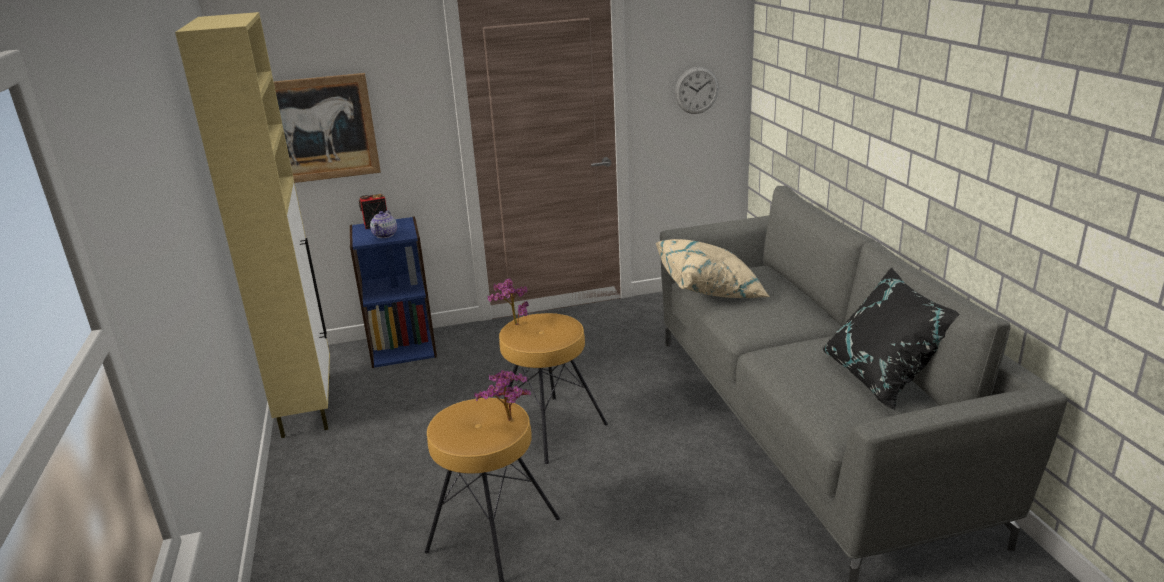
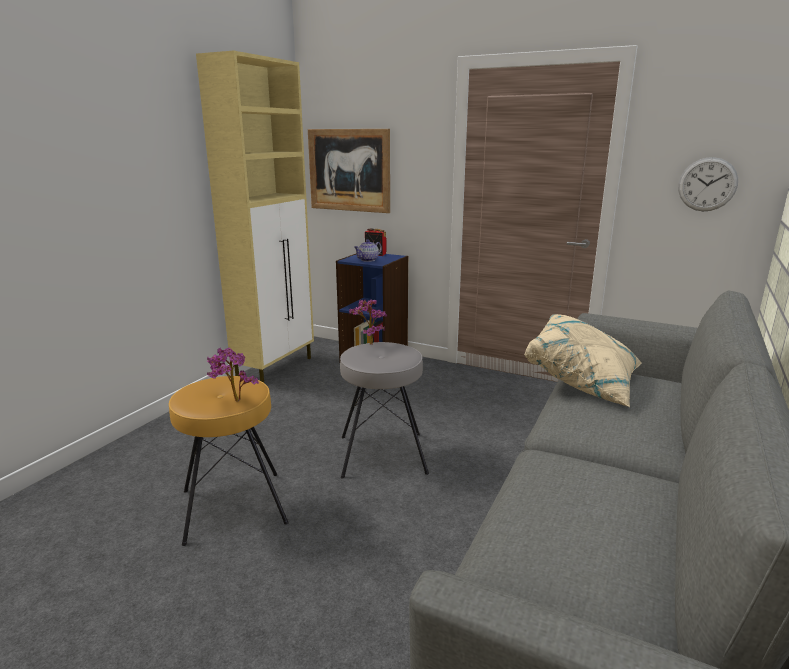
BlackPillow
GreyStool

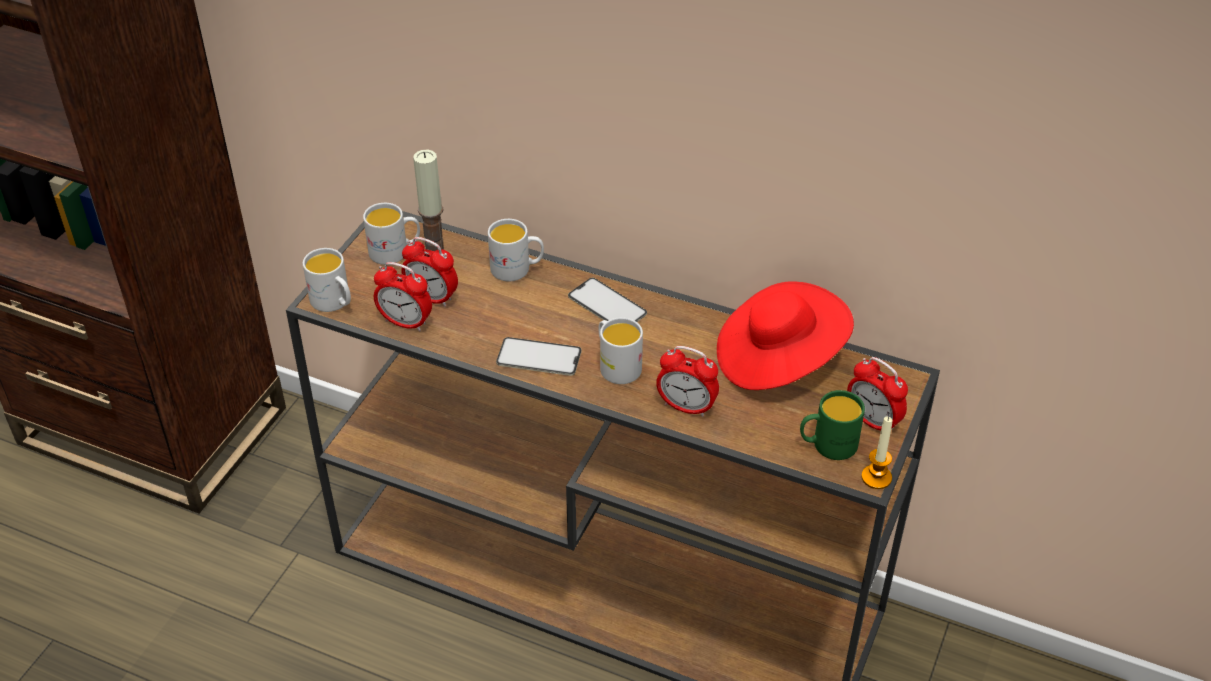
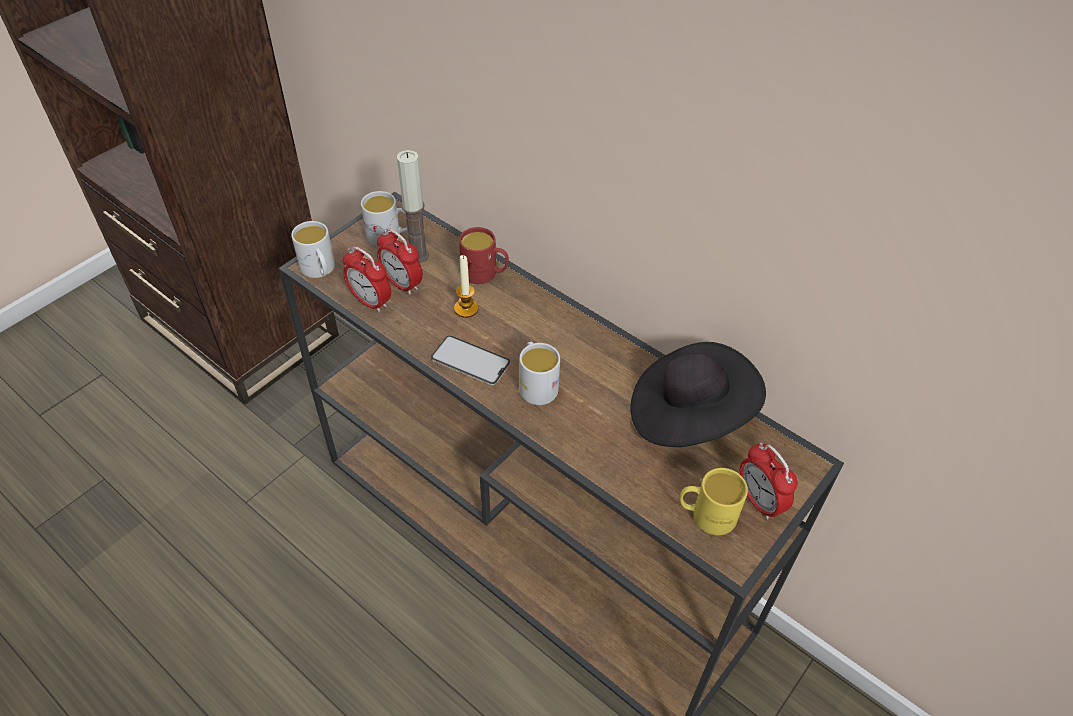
RedMug
Phone (no. 2 from left in the first image)
BlackHat
AlarmClock (no. 3 from left in the first image)
YellowMug
Candle (no. 2 from left)

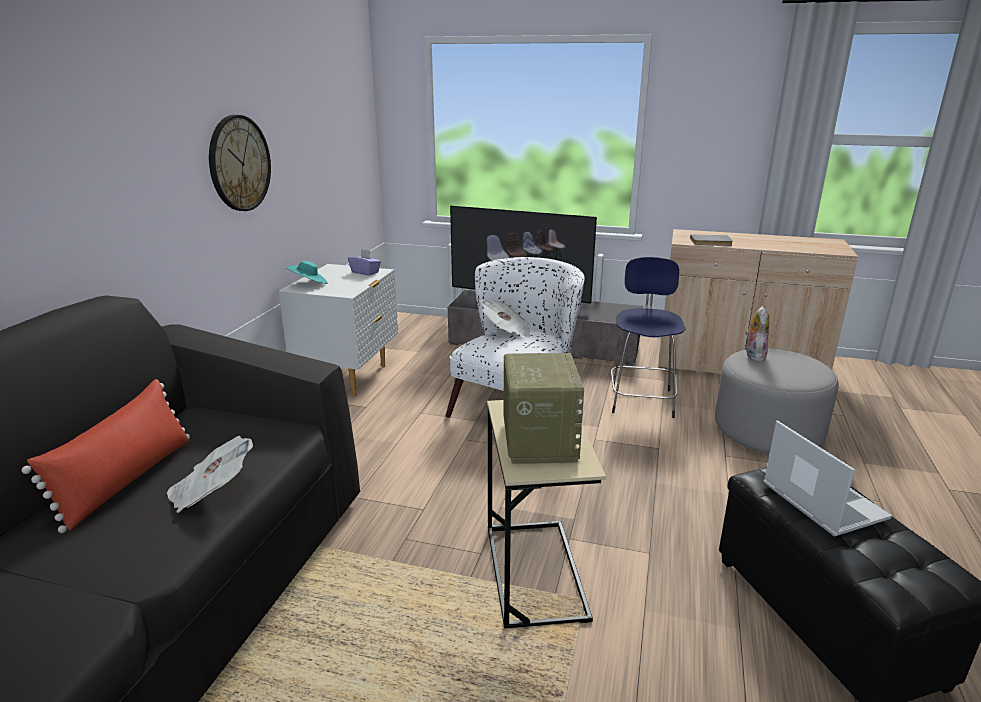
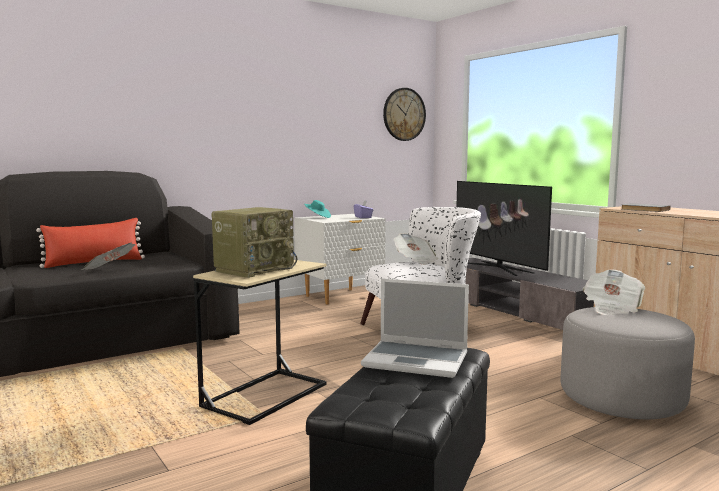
WallClock
BlueStool
Newspaper (no. 3 from left)
Laptop

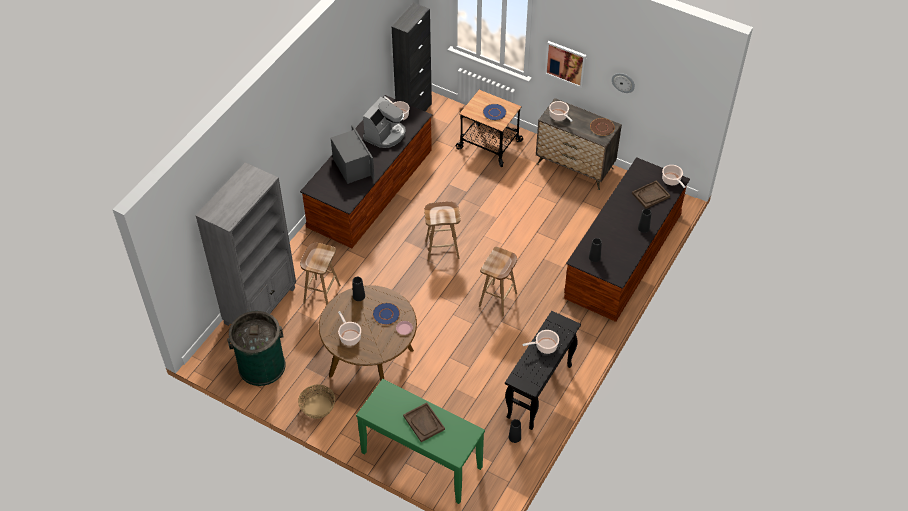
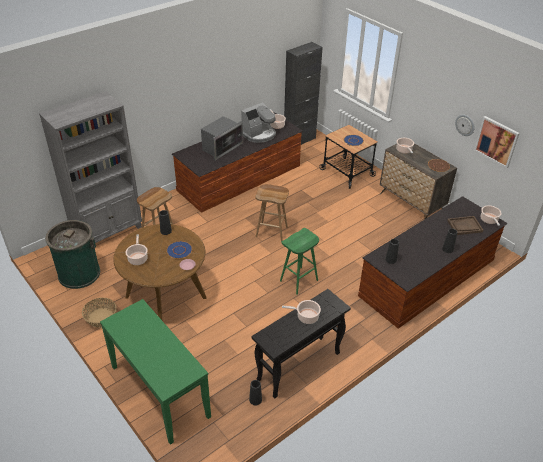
Picture
Microwave
GreenStool
BrownTray (no. 1 from left in the first image)

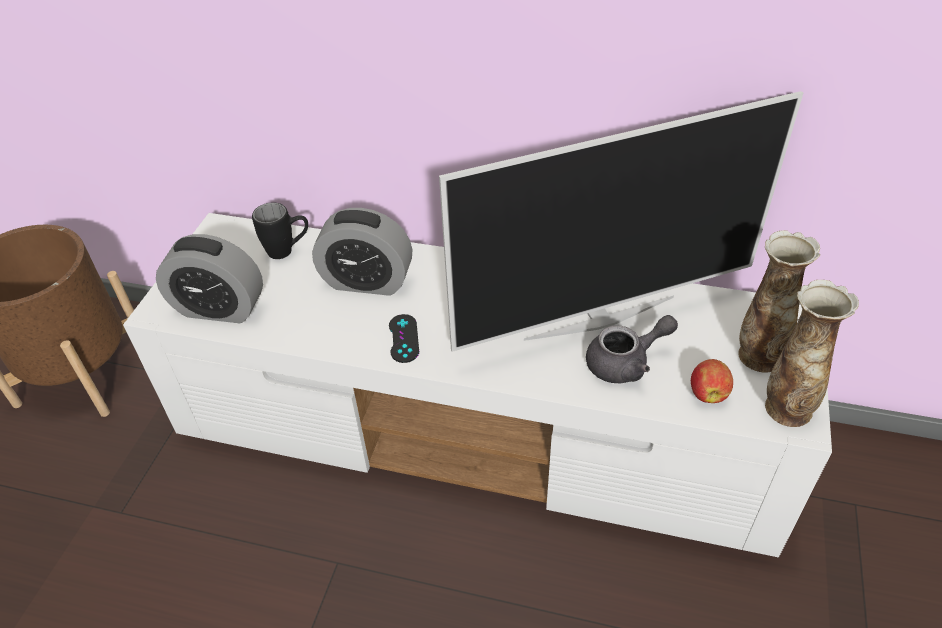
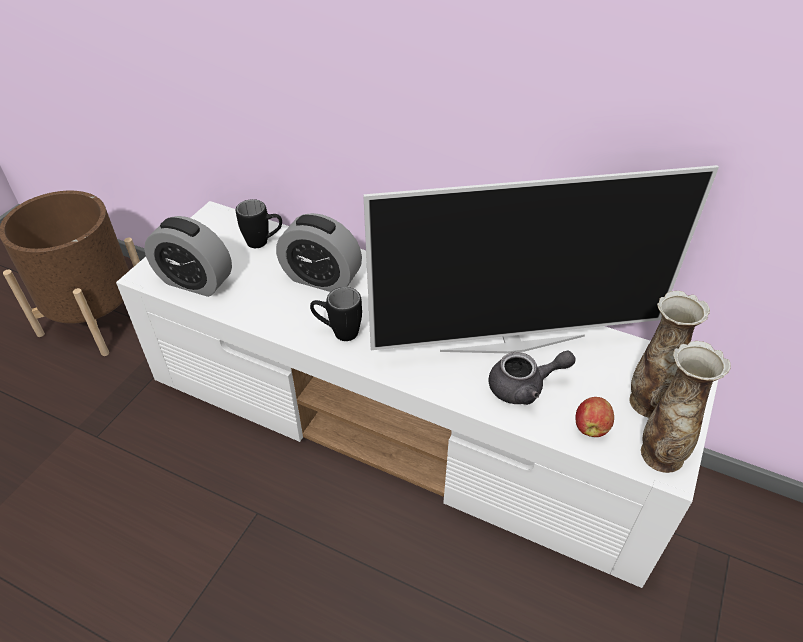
BlackMug (no. 2 from left)

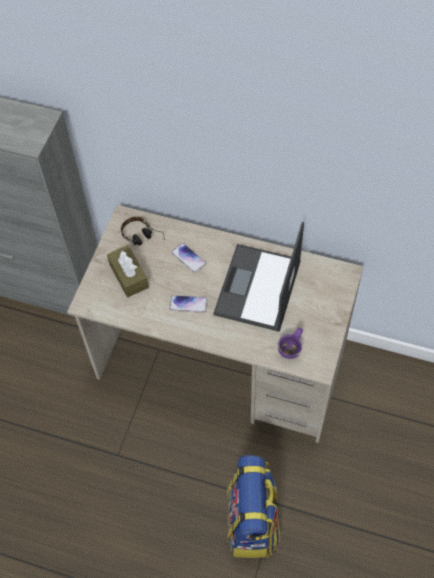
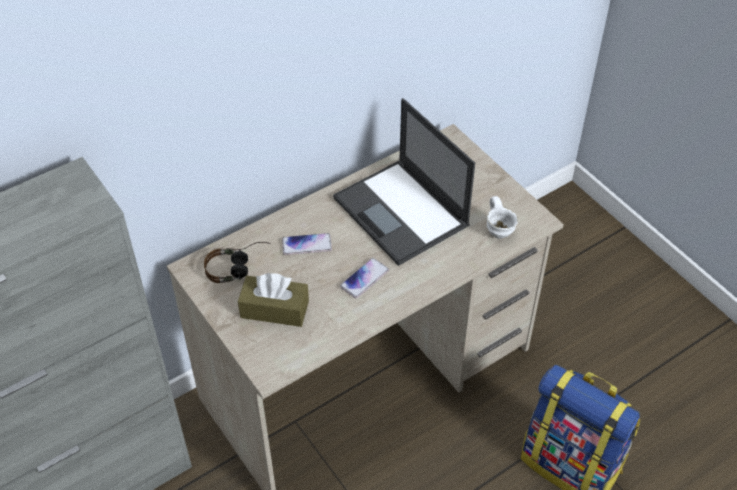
WhiteMug

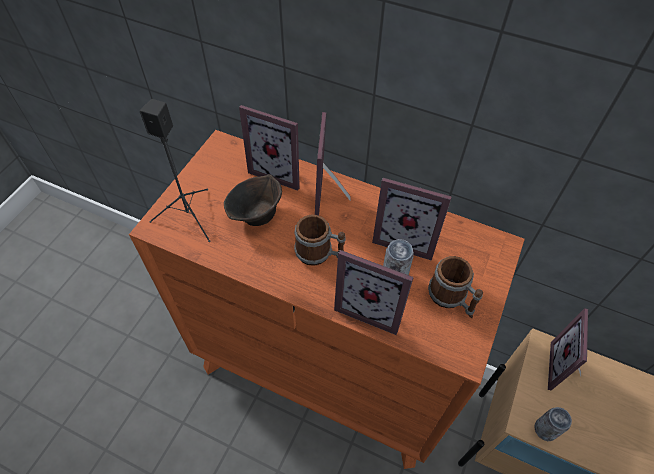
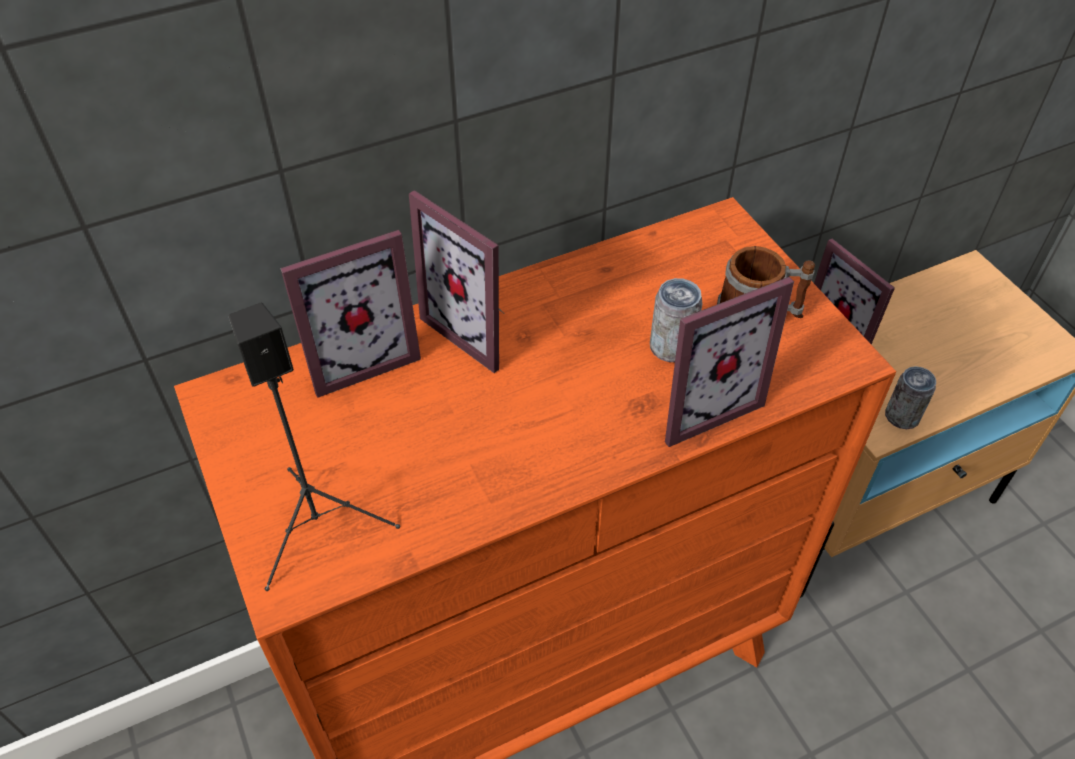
BrownBowl
PictureFrame (no. 4 from left in the first image)
Mug (no. 1 from left in the first image)

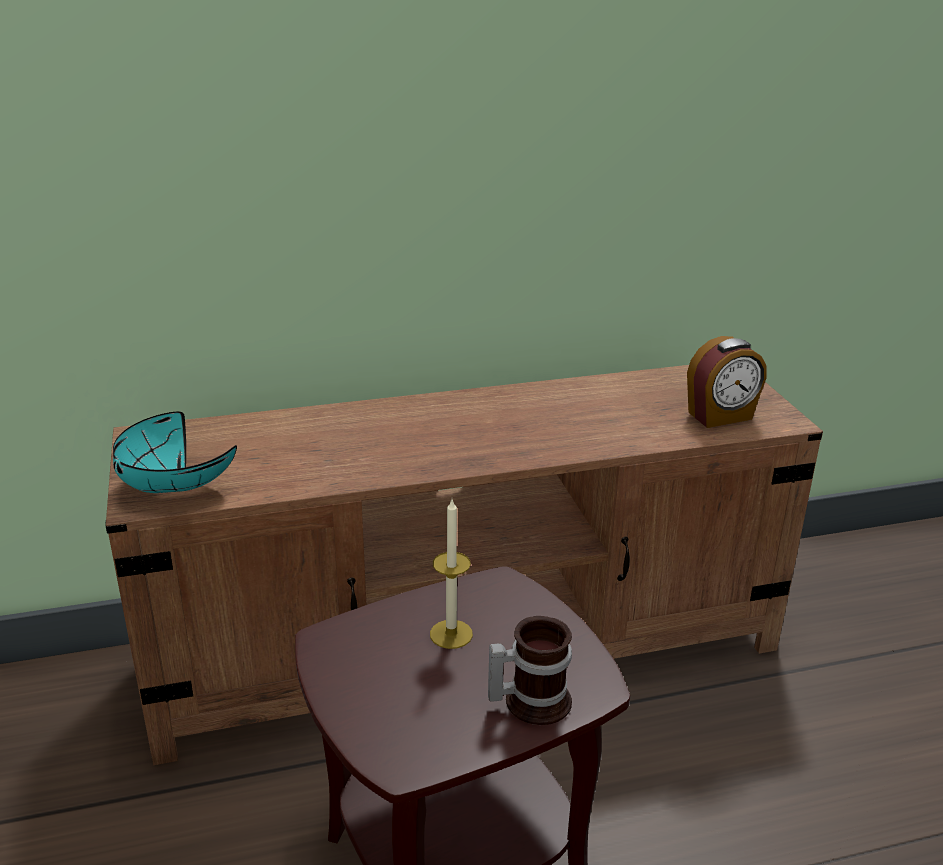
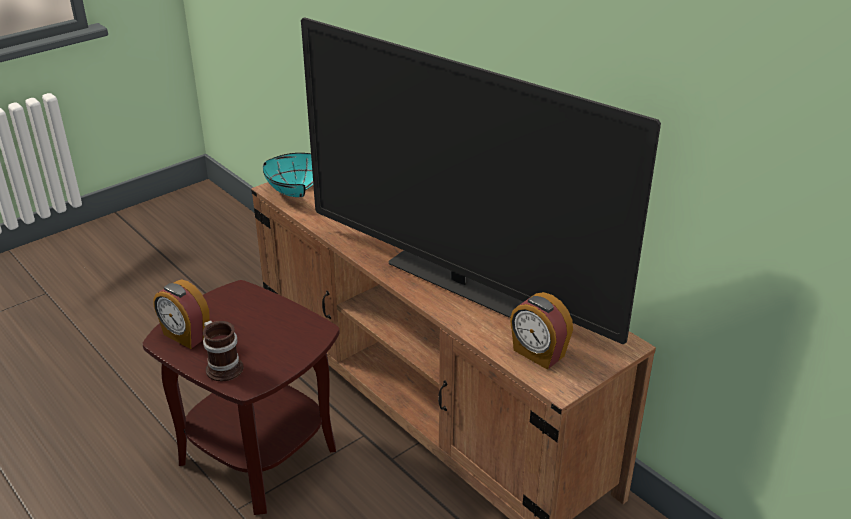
Candle
Television
AlarmClock (no. 1 from left)

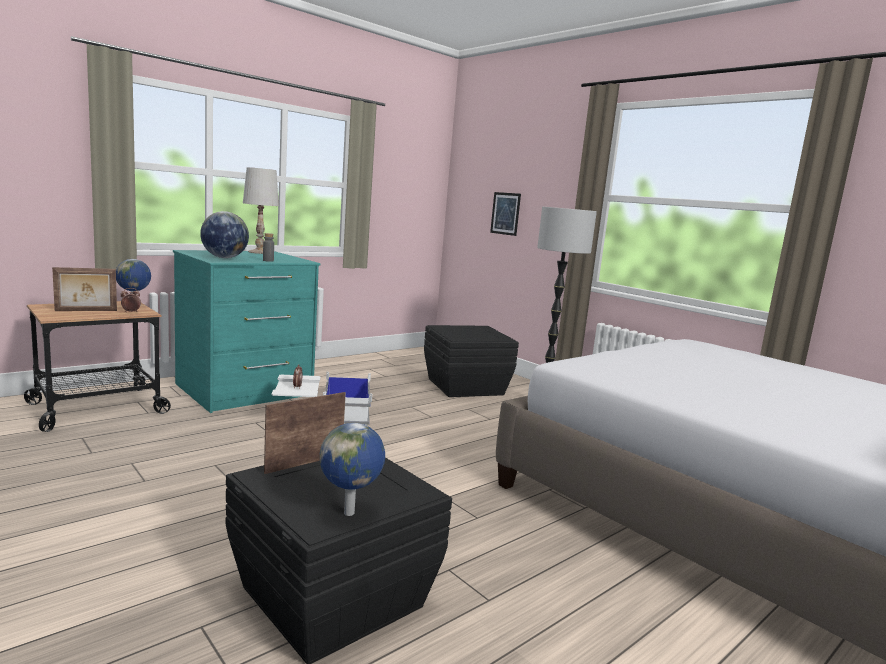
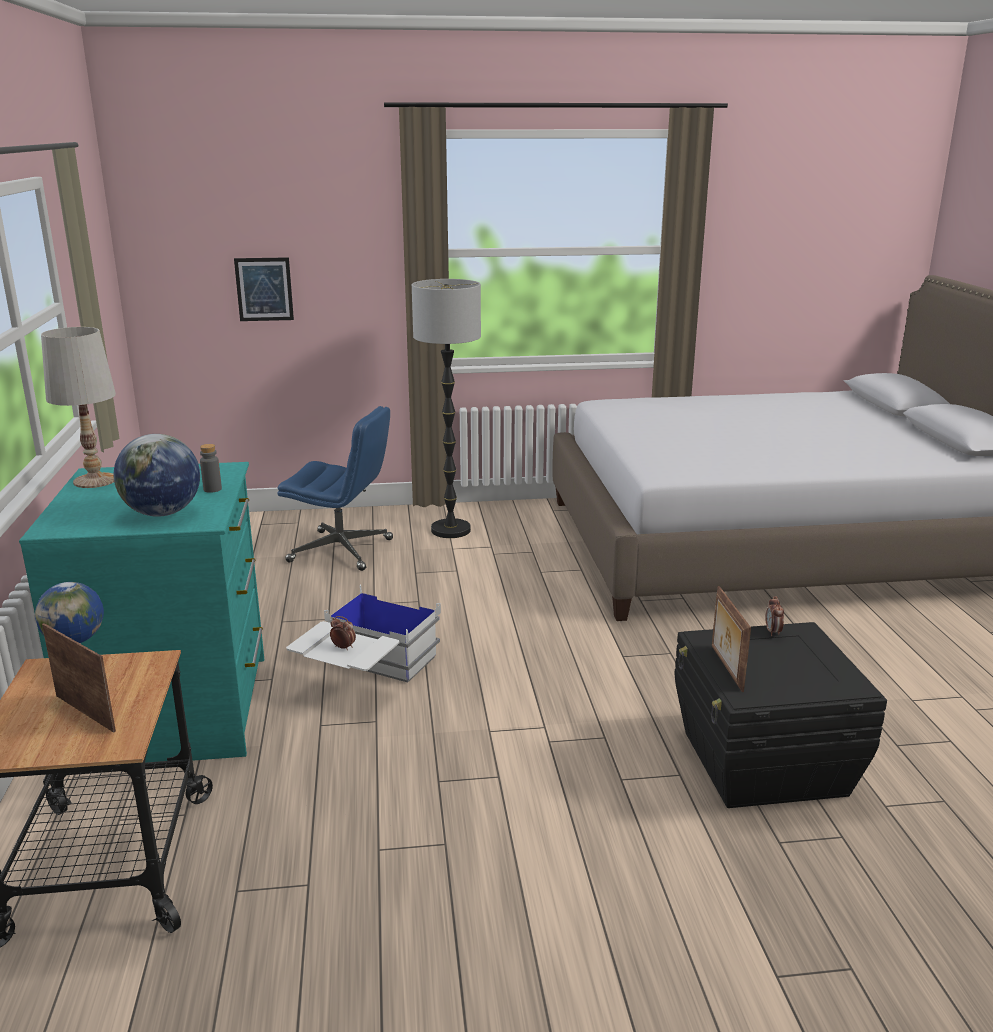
PictureFrame (no. 1 from left)
AlarmClock (no. 2 from left)
BlueOfficeChair
Globe (no. 3 from left in the first image)

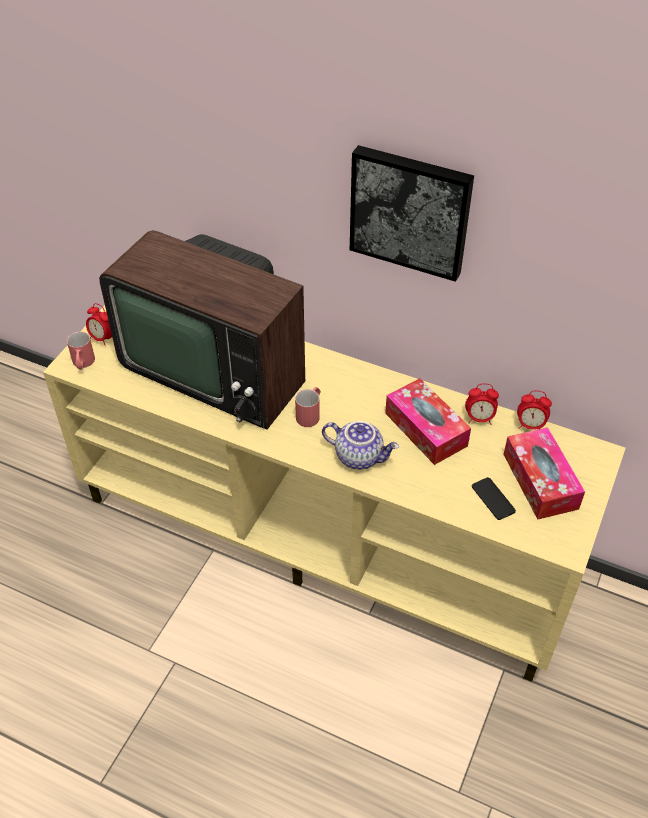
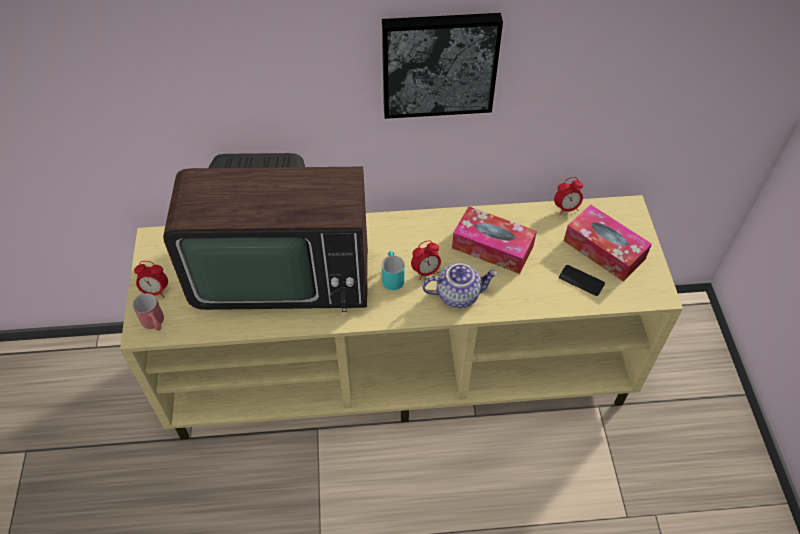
AlarmClock (no. 2 from left)
TurquoiseMug

